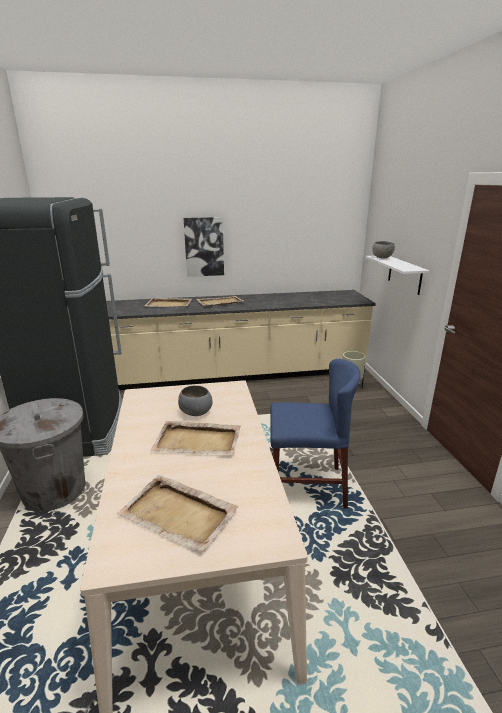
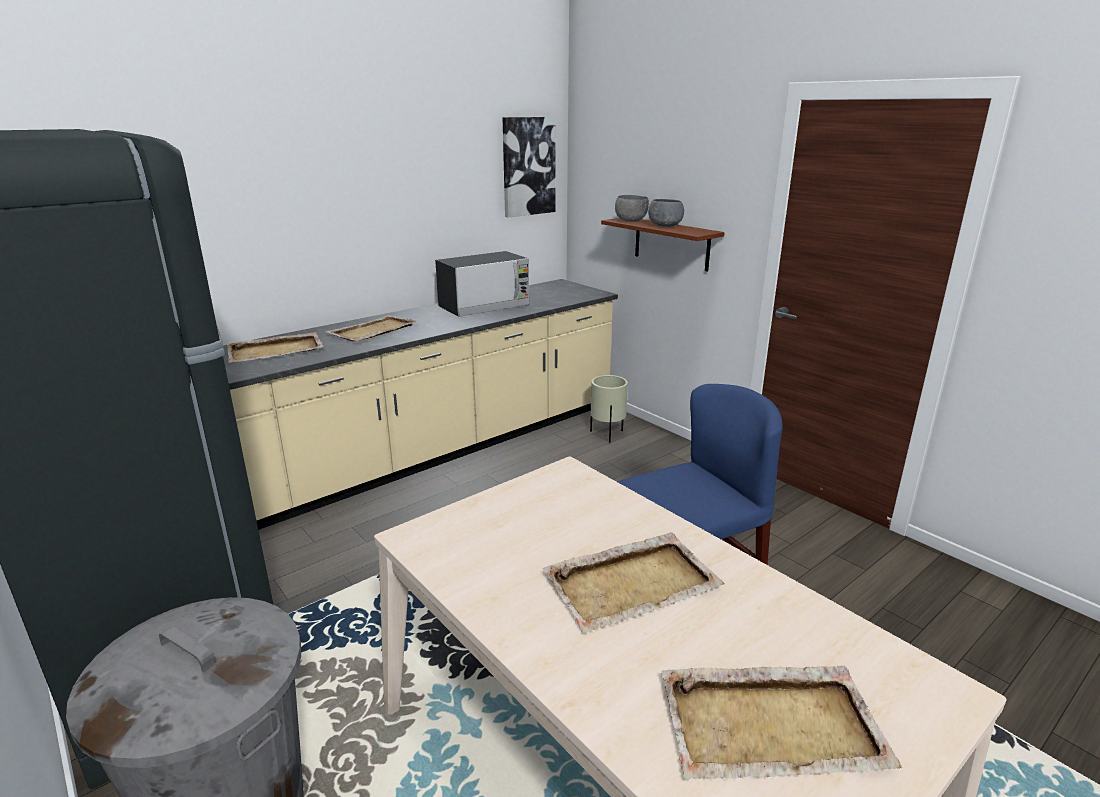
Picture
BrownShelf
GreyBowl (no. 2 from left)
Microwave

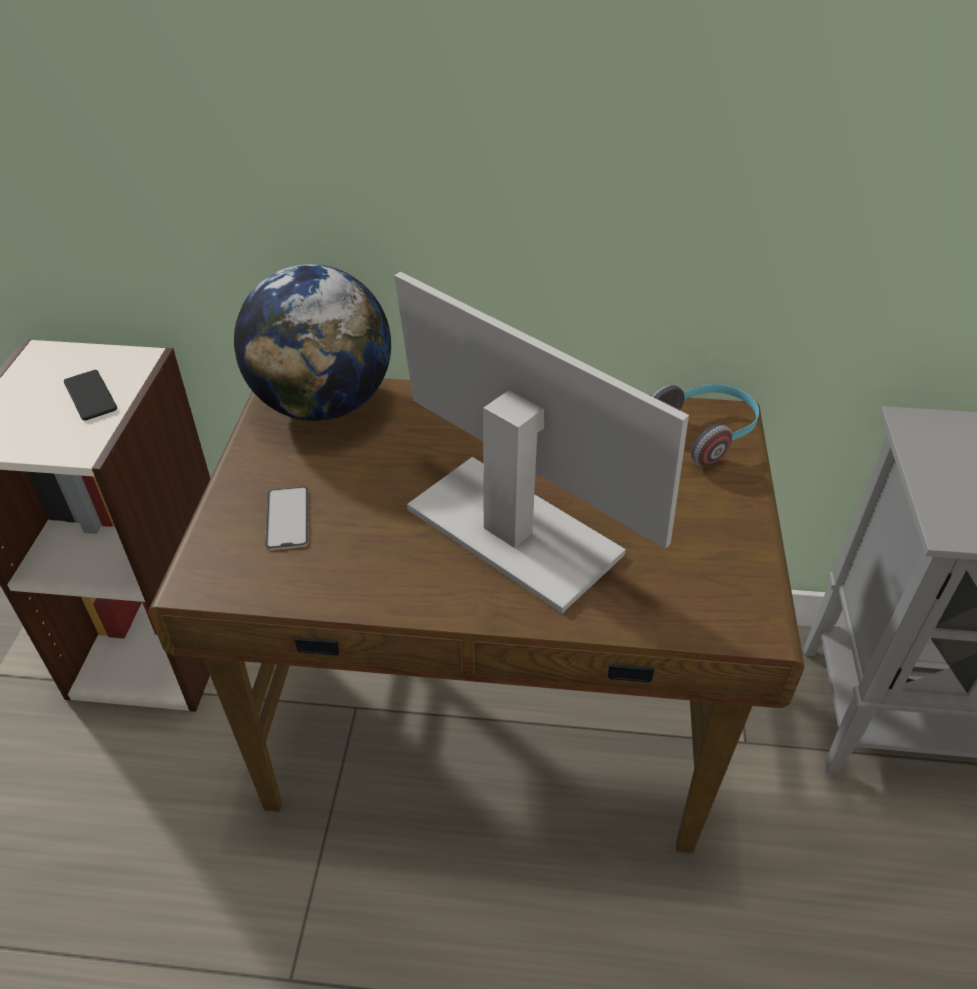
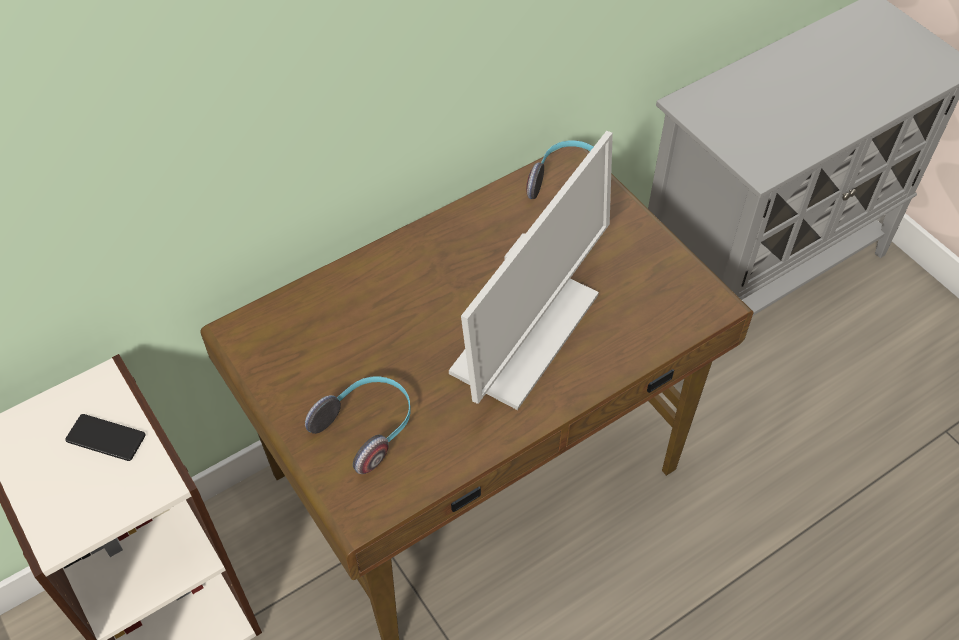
Globe
Monitor
Headphones (no. 1 from left)

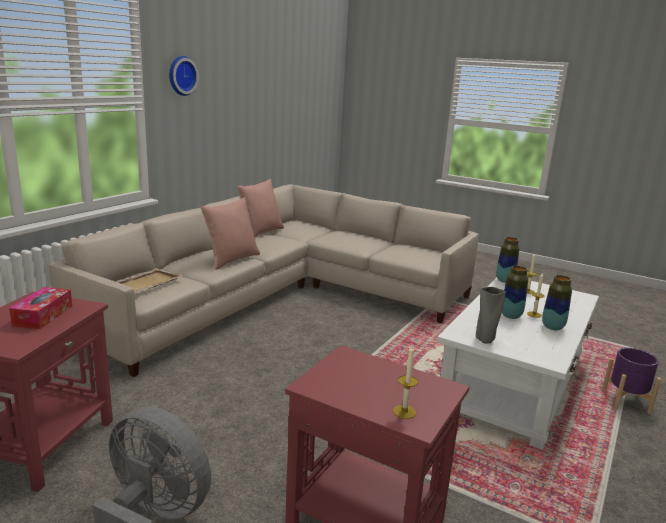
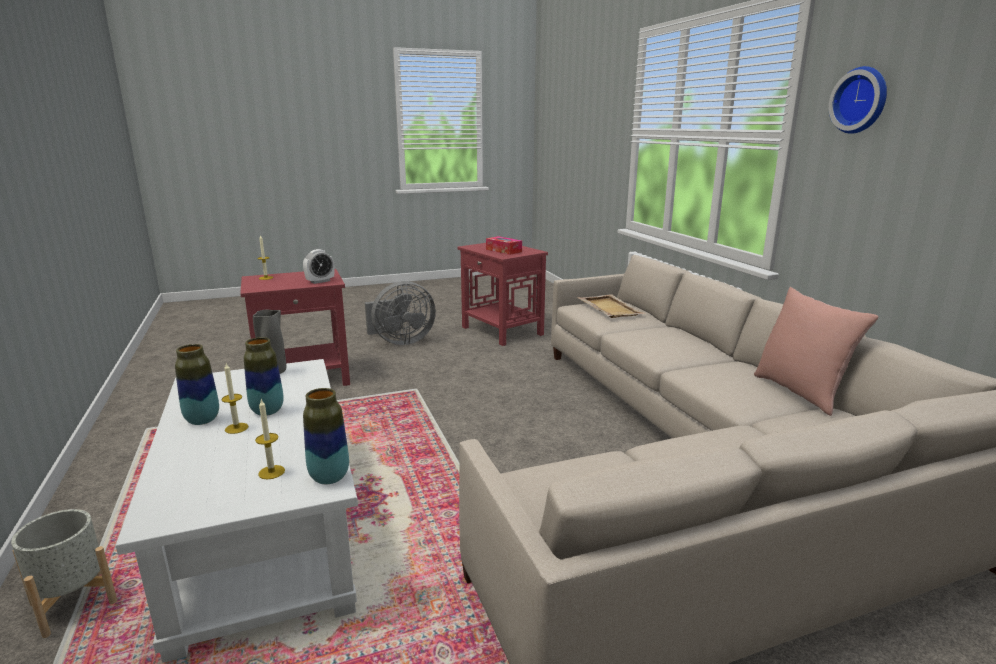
PinkPillow (no. 1 from left in the first image)
GreyPlanter
AlarmClock

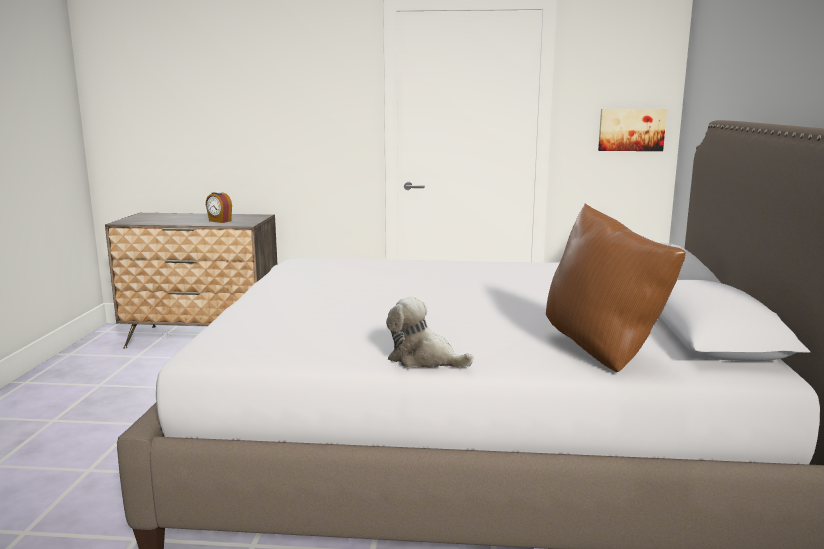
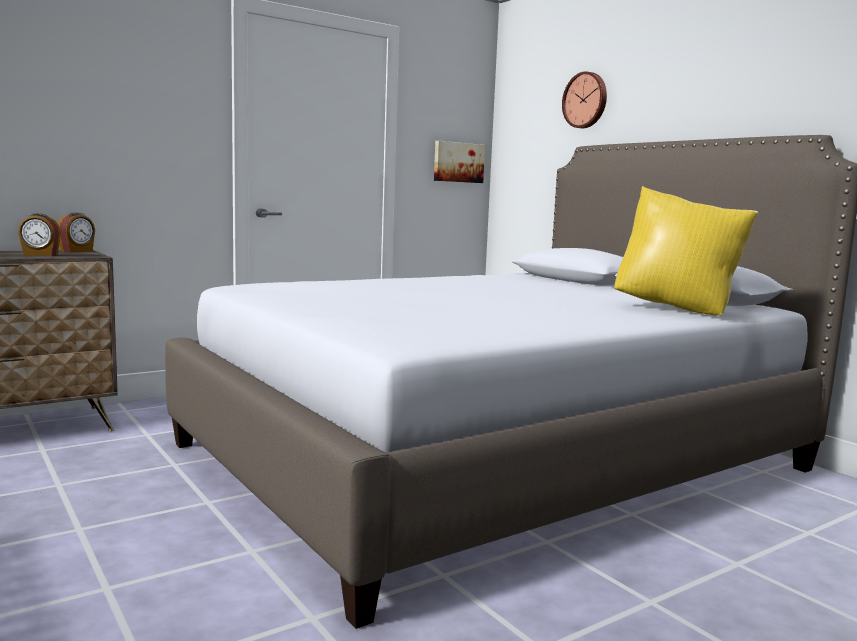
YellowPillow
PlushToy
WallClock
AlarmClock (no. 2 from left)

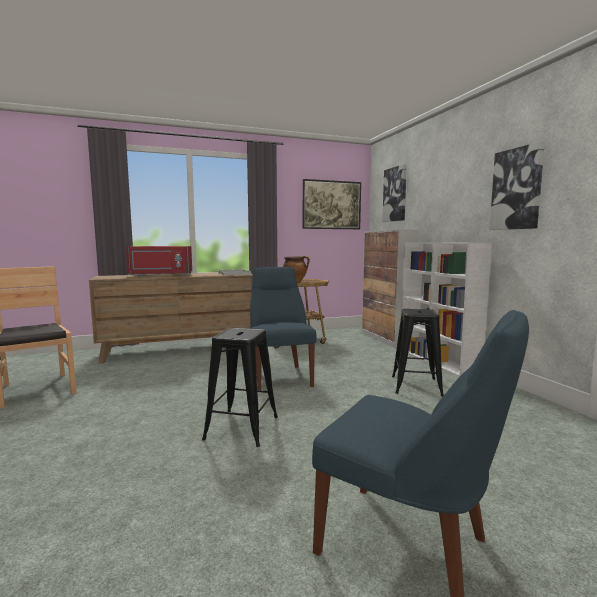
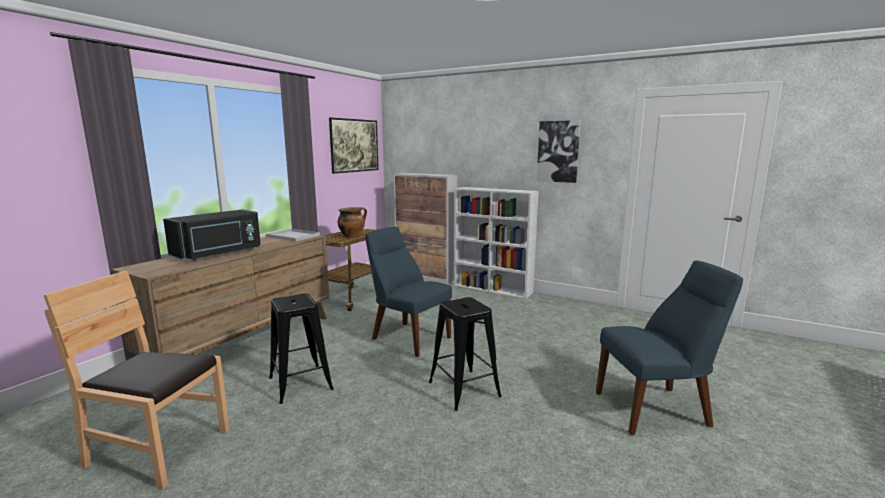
Picture (no. 2 from left in the first image)
BlackMicrowave
BlackStool (no. 1 from left)

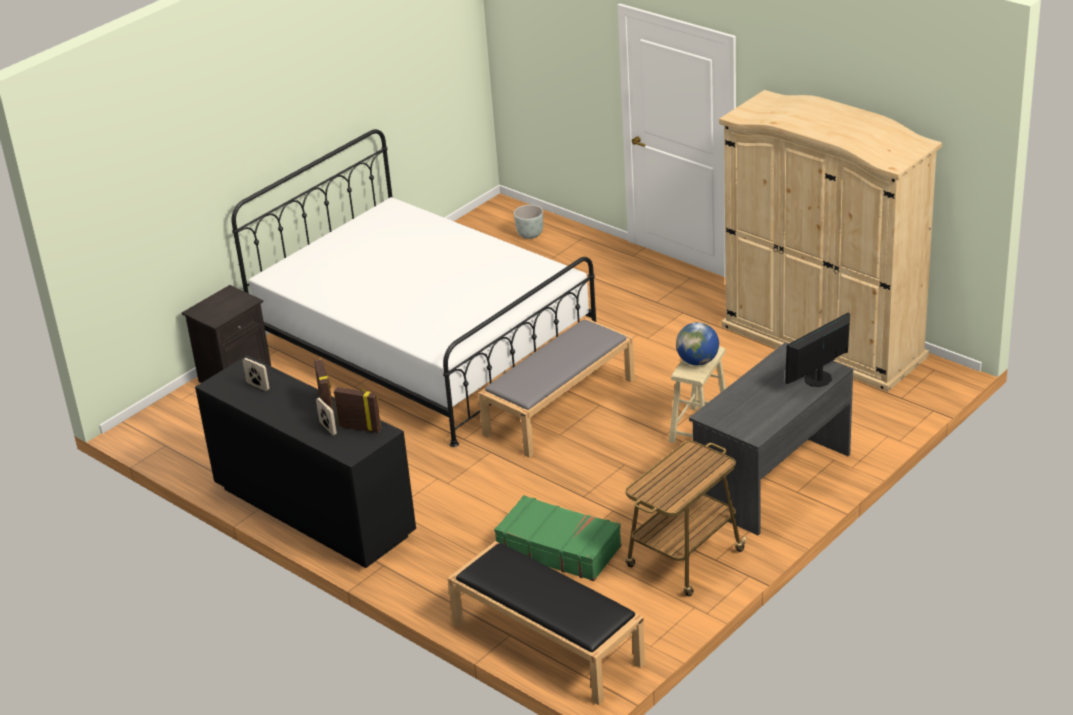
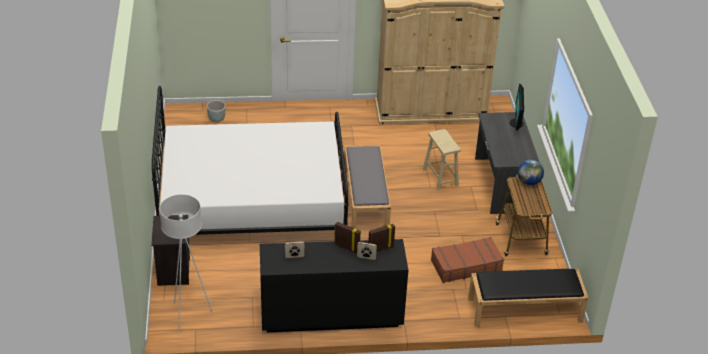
Globe
BrownSuitcase
WhiteFloorLamp

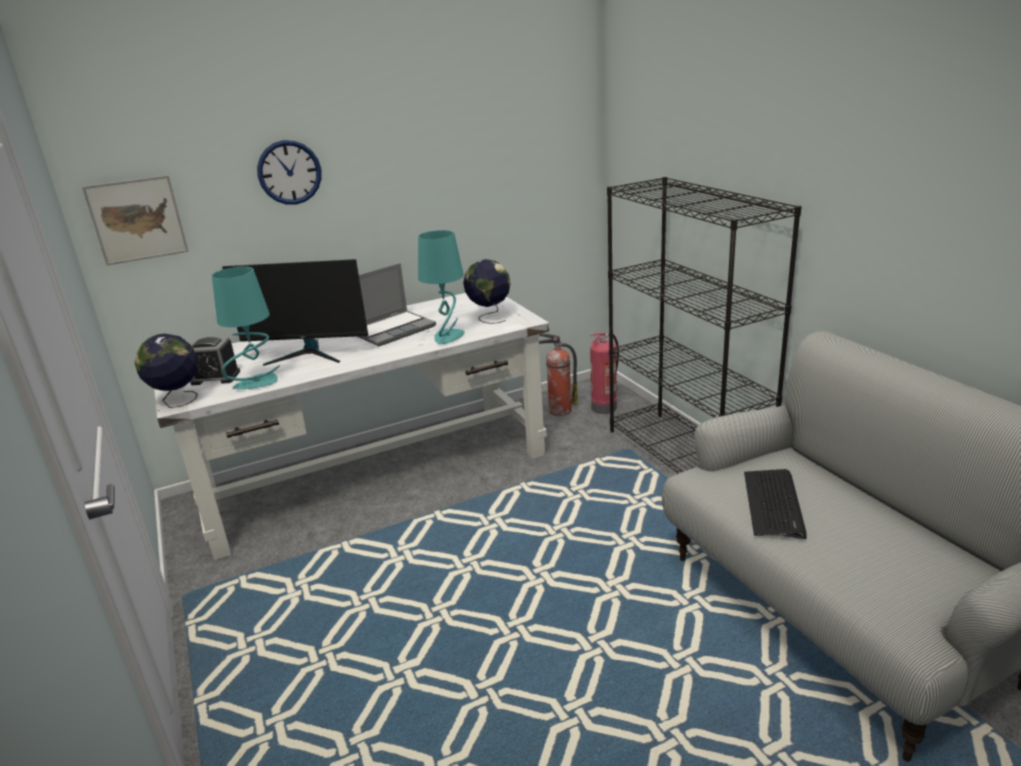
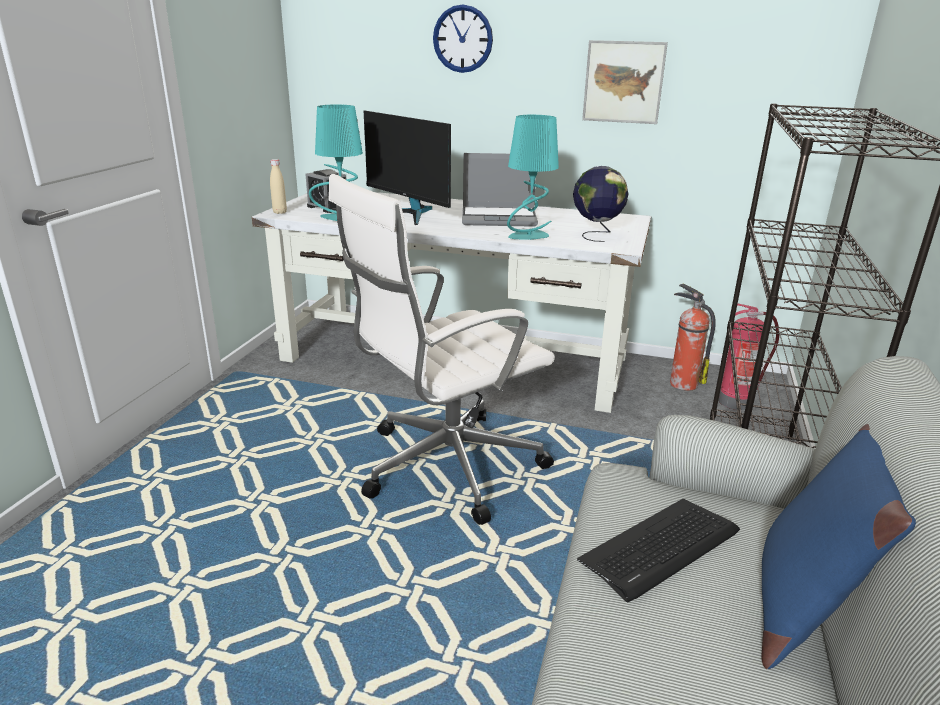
Picture
BeigeBottle
WhiteOfficeChair
BluePillow

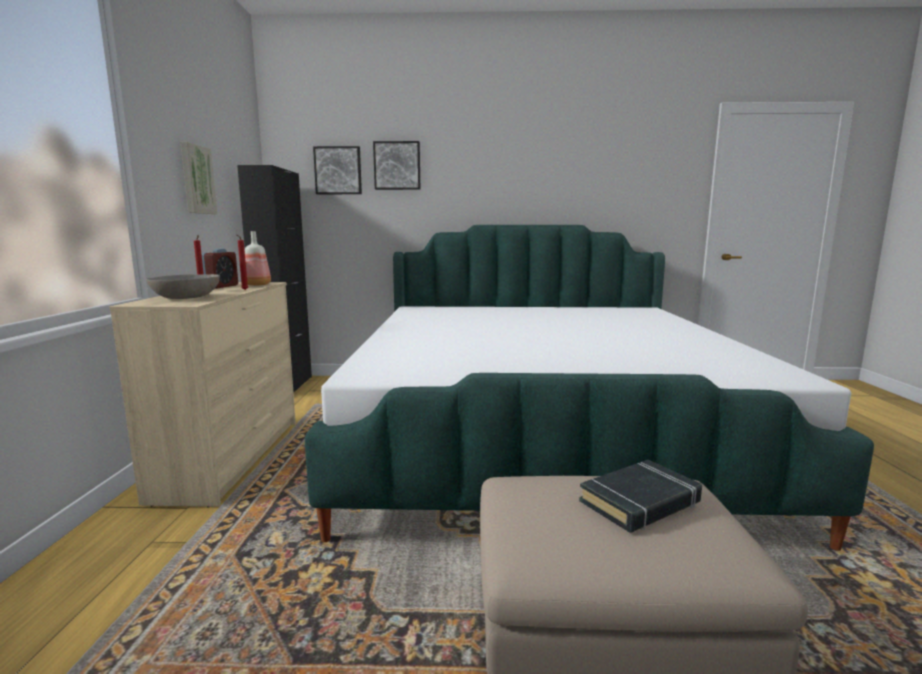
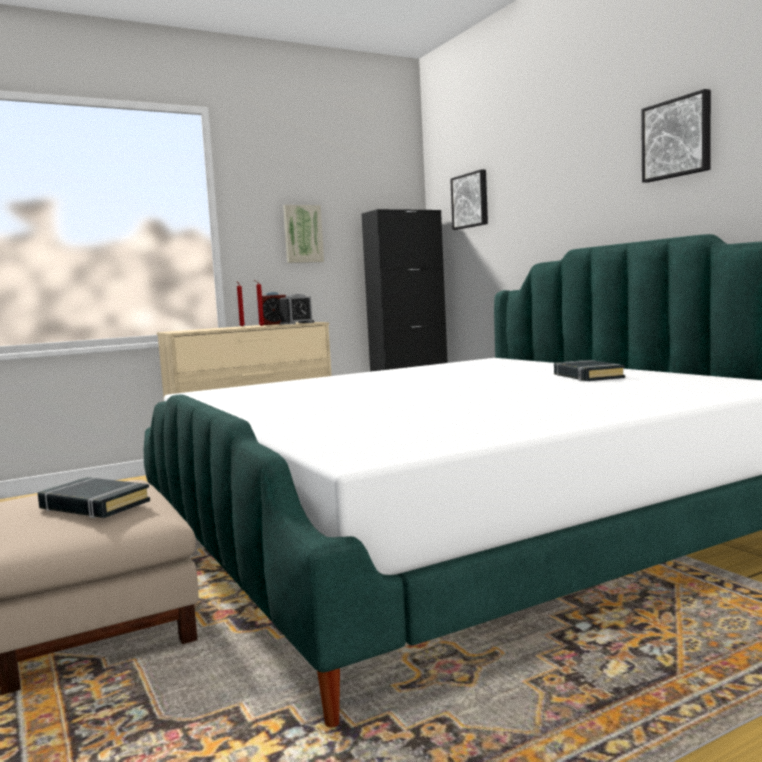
Picture (no. 3 from left)
AlarmClock (no. 2 from left)
GreyBowl
BlackBook (no. 2 from left)

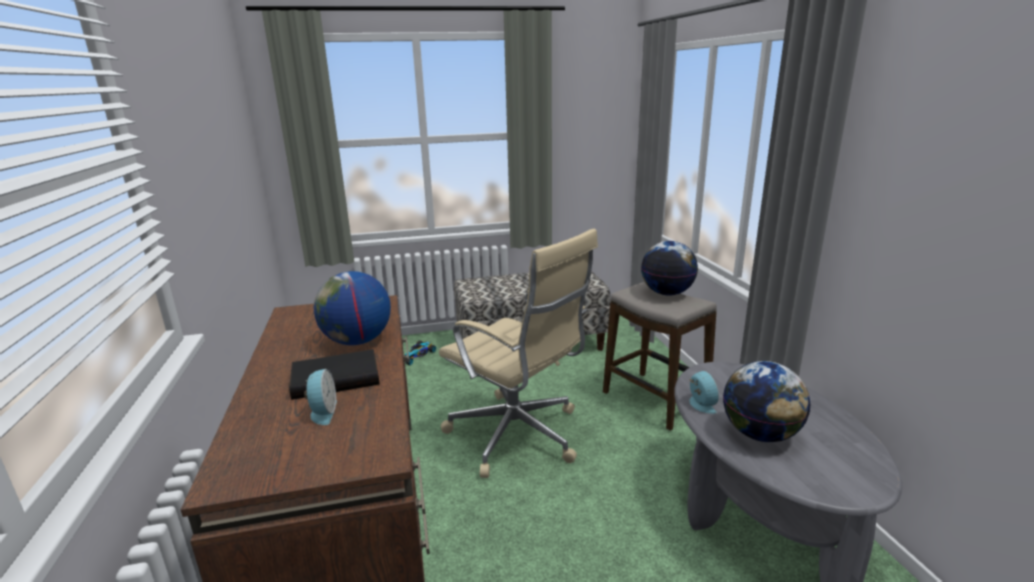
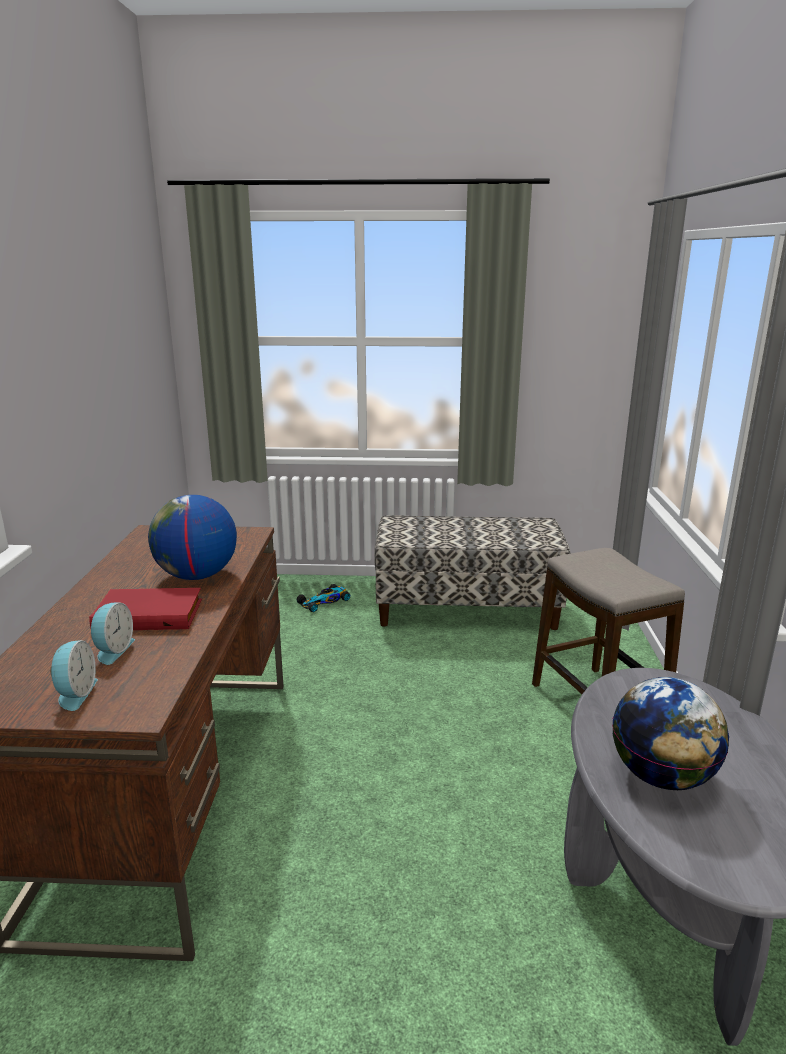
BeigeOfficeChair
Globe (no. 2 from left in the first image)
RedBook
AlarmClock (no. 1 from left)

